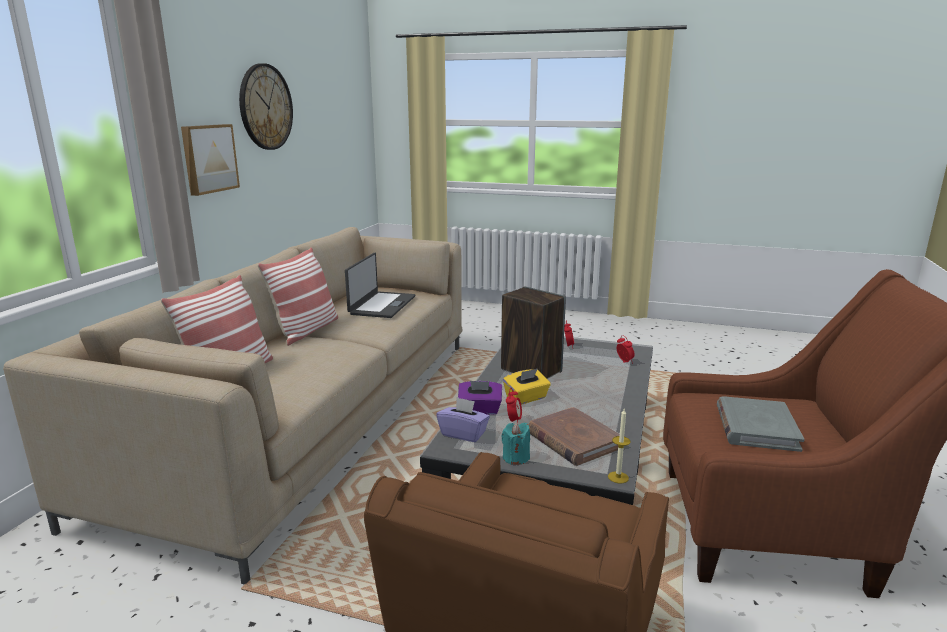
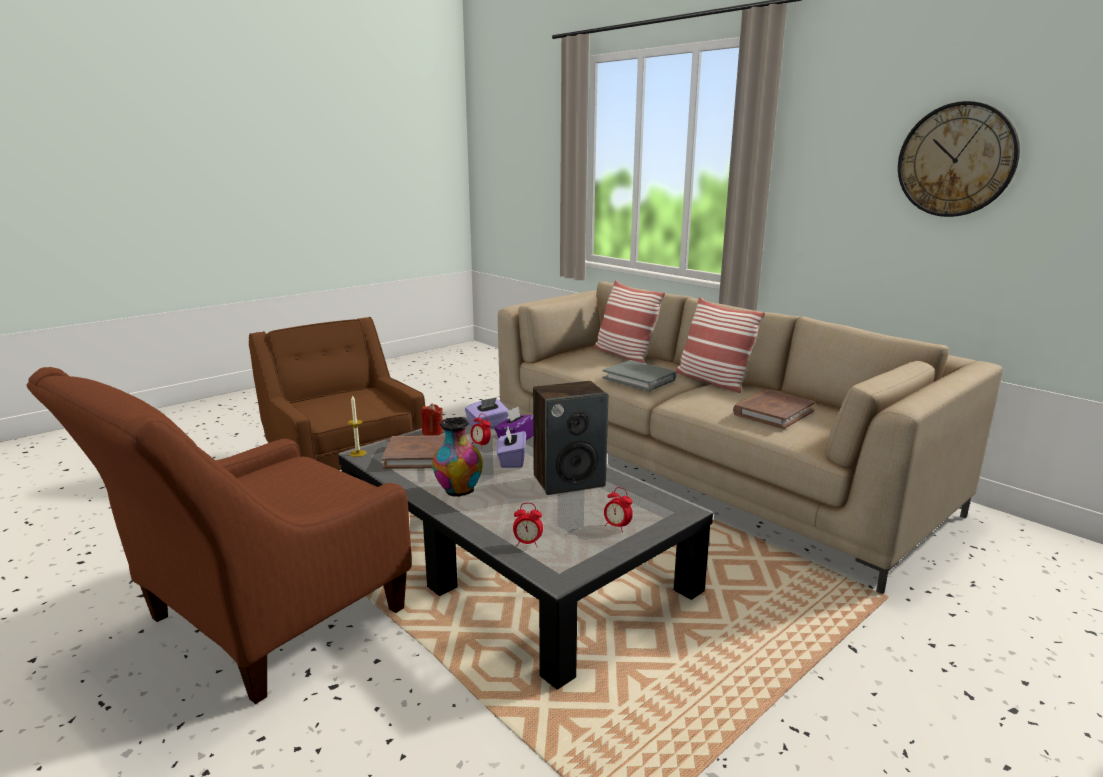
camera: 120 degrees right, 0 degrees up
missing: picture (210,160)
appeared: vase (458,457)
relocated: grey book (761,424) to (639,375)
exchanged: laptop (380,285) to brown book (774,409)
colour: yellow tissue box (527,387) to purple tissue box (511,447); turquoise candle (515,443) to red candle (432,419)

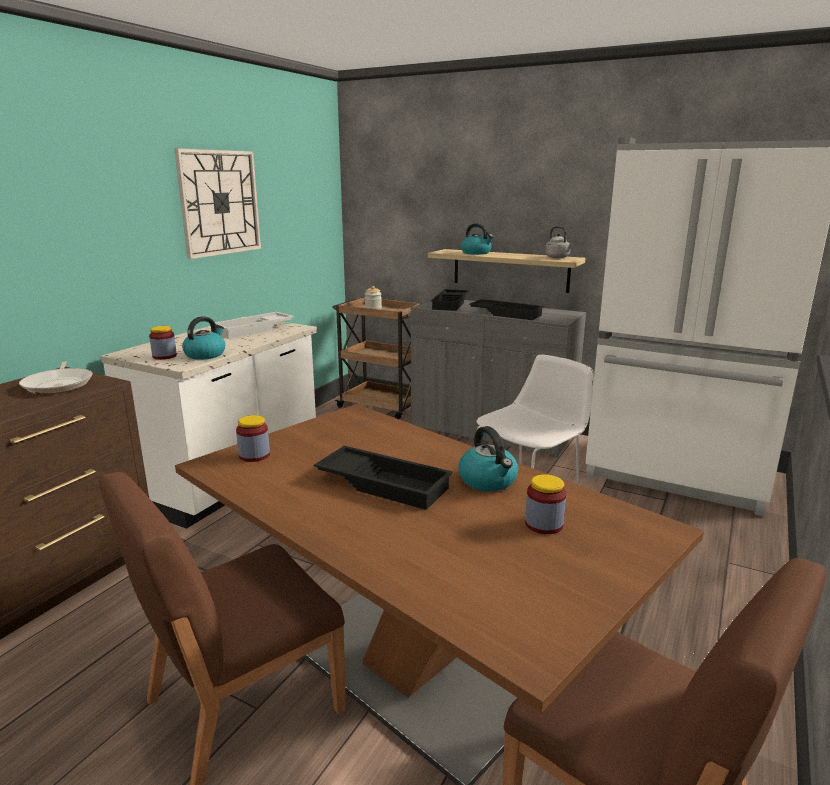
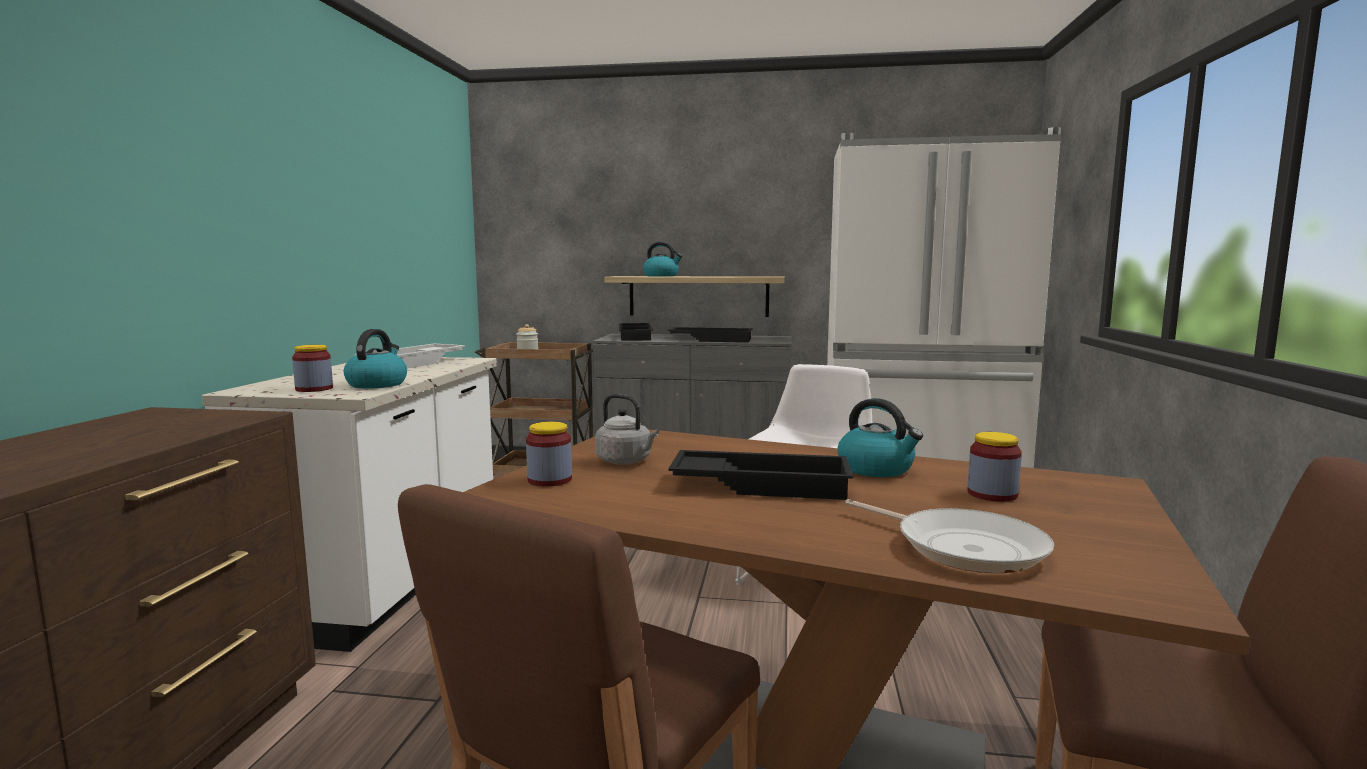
camera: 20 degrees left, 10 degrees down
missing: wall clock (217,203)
relocated: grey kettle (559,242) to (627,429); frying pan (56,377) to (949,536)

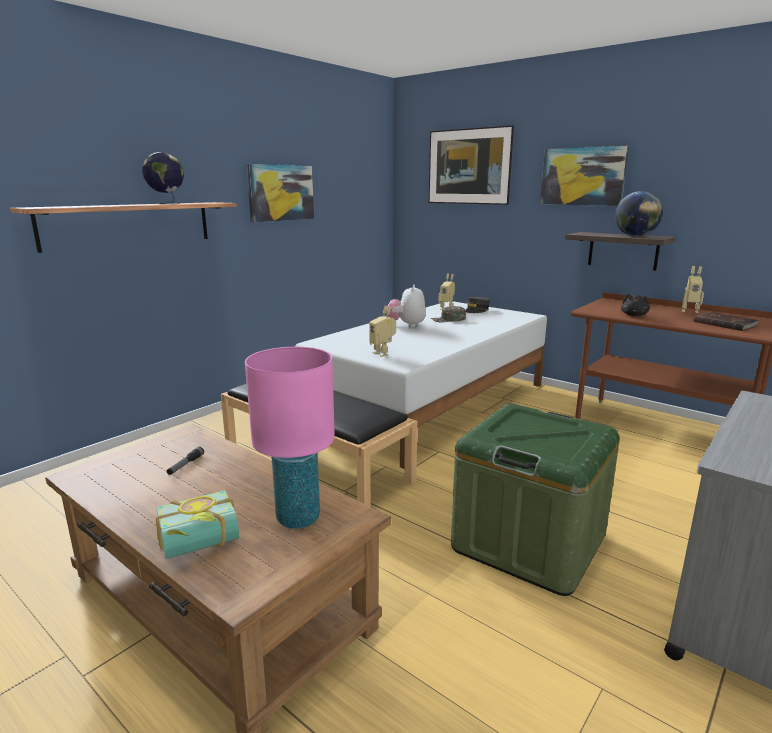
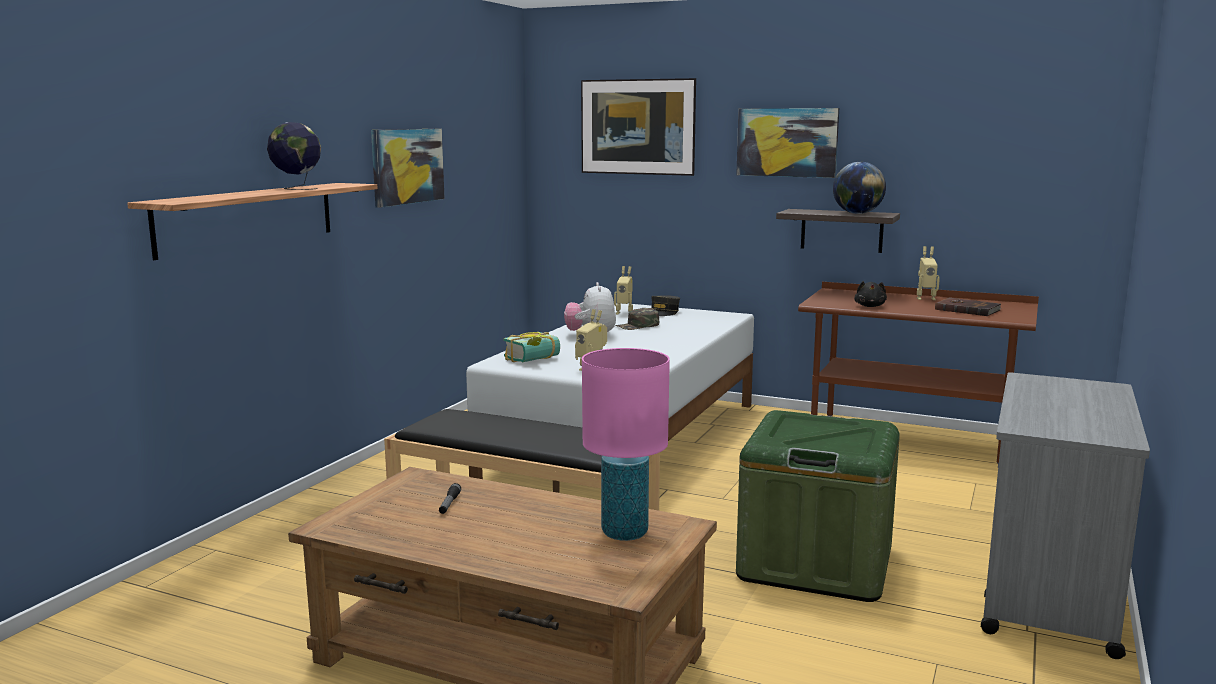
camera: 15 degrees left, 5 degrees down
relocated: book (197,525) to (532,347)

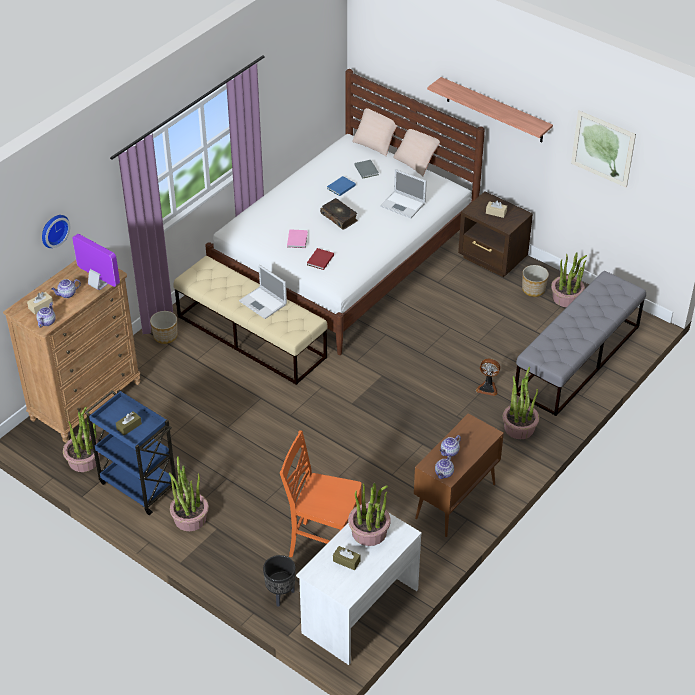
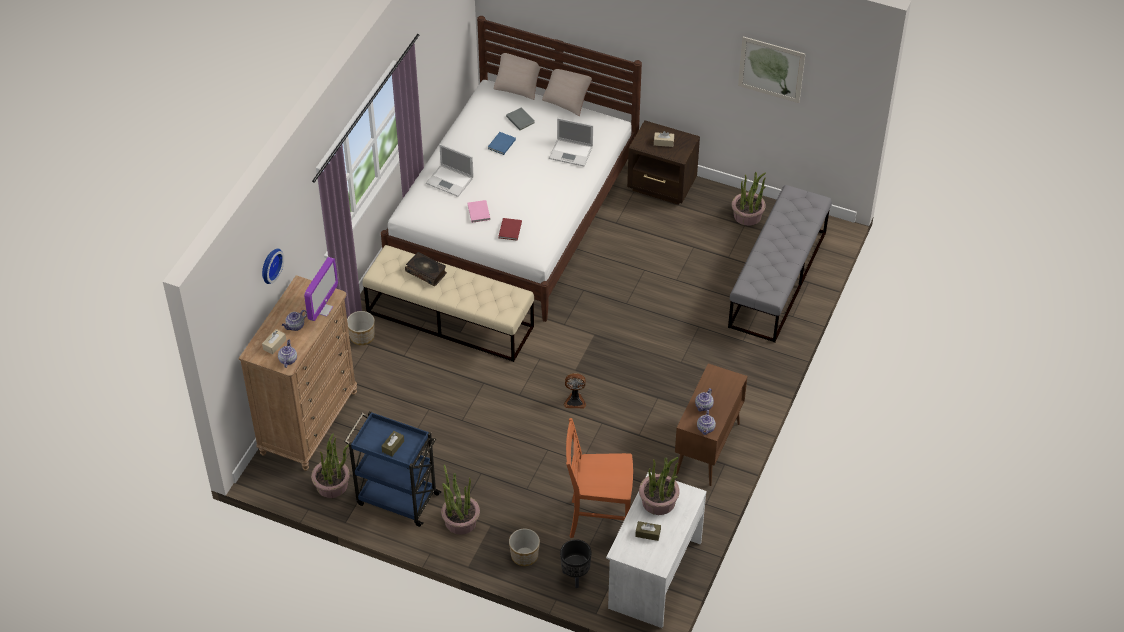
camera: 15 degrees left, 5 degrees up
missing: shelf (490,110); potted plant (521,403)
relocated: book (339,214) to (426,269); laptop (263,292) to (450,170); planter (535,281) to (524,547); fan (488,377) to (575,390)
spun: monitor (96,262) = (321,289) 90 degrees clockwise

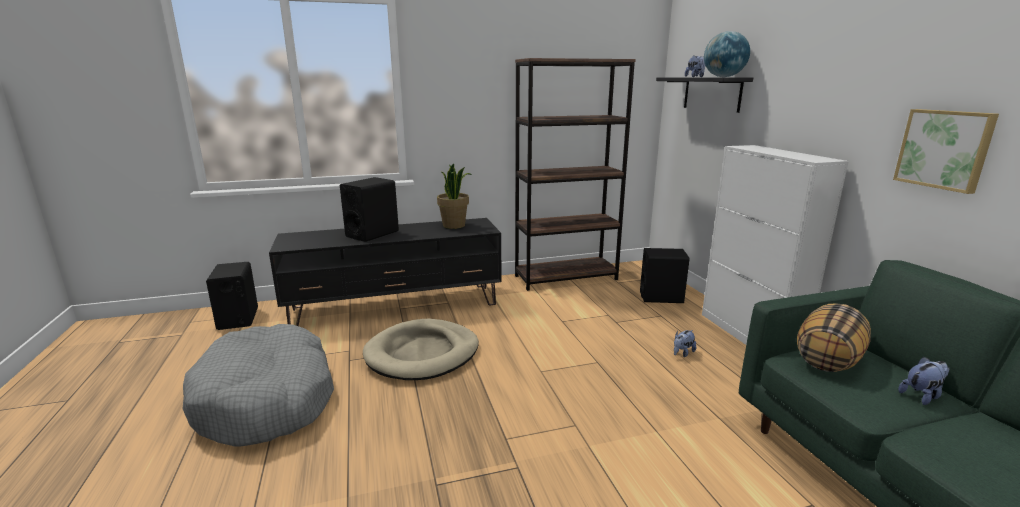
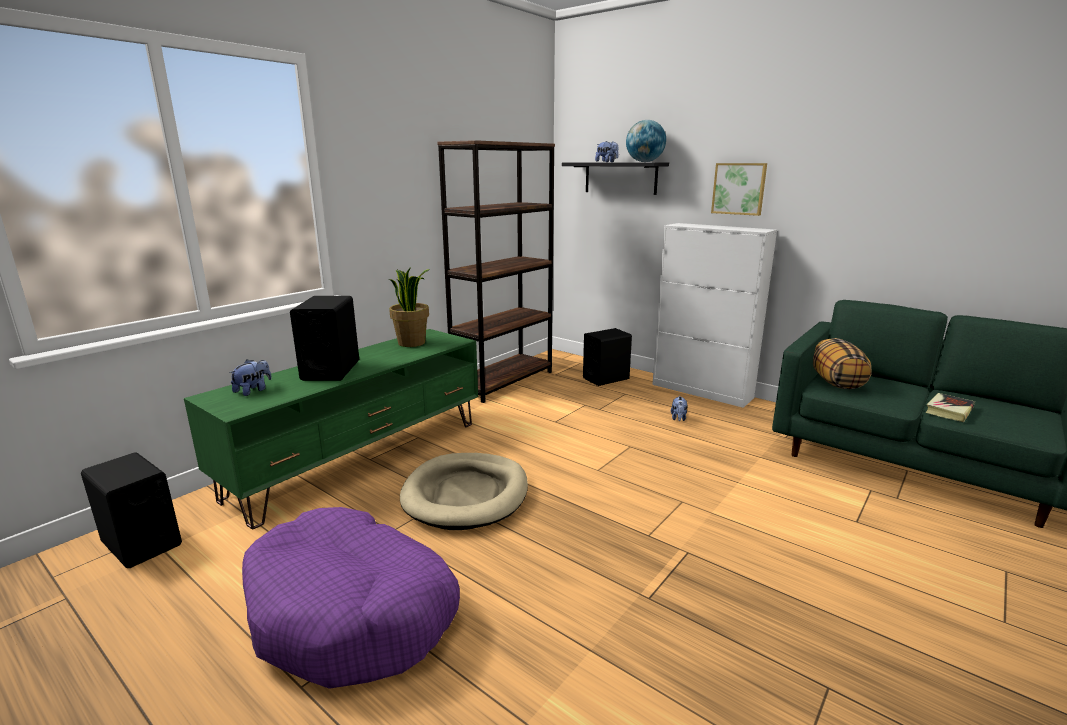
camera: 35 degrees left, 0 degrees up
appeared: book (950,407)
relocated: picture (946,151) to (739,189); plush toy (924,381) to (250,377)
colour: black tv stand (385,272) to green tv stand (331,429); grey dog bed (258,385) to purple dog bed (351,598)

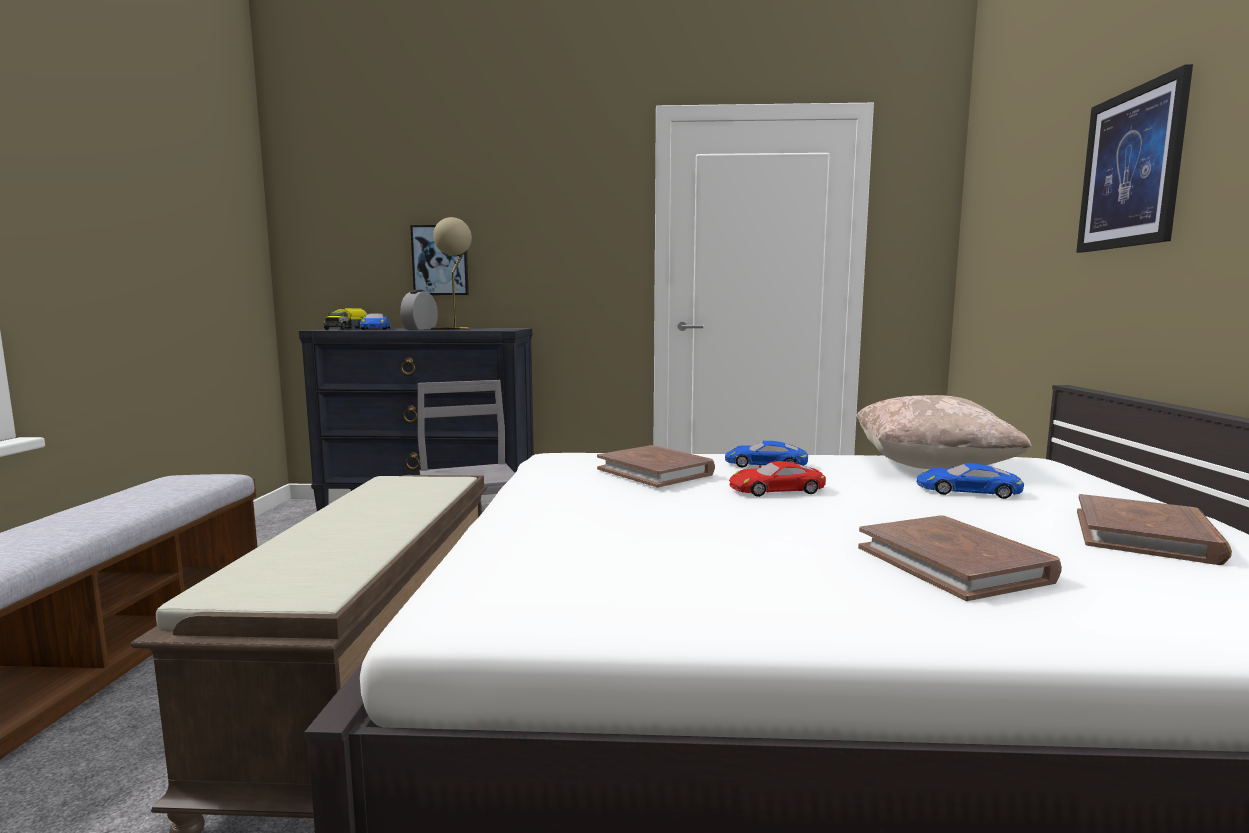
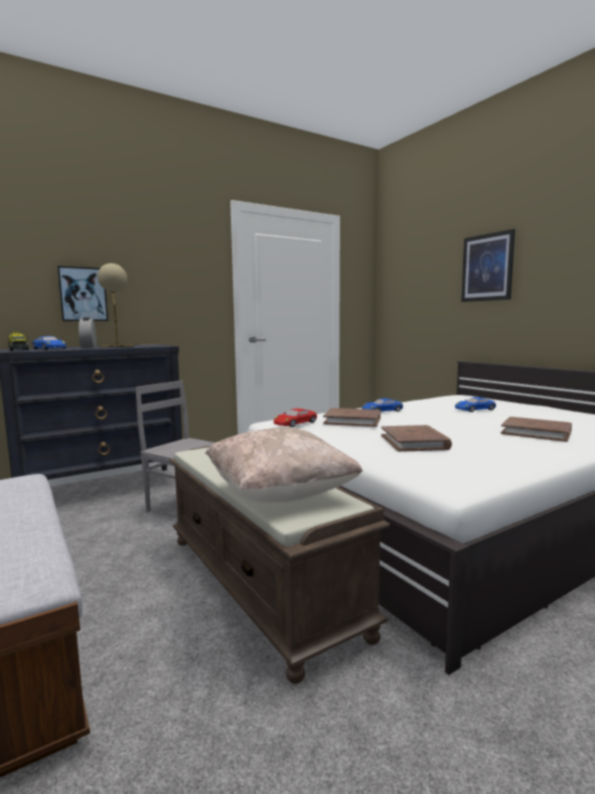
camera: 35 degrees left, 0 degrees up
relocated: beige pillow (944,432) to (284,465); red toy car (777,479) to (295,417); brown book (1154,529) to (416,438)

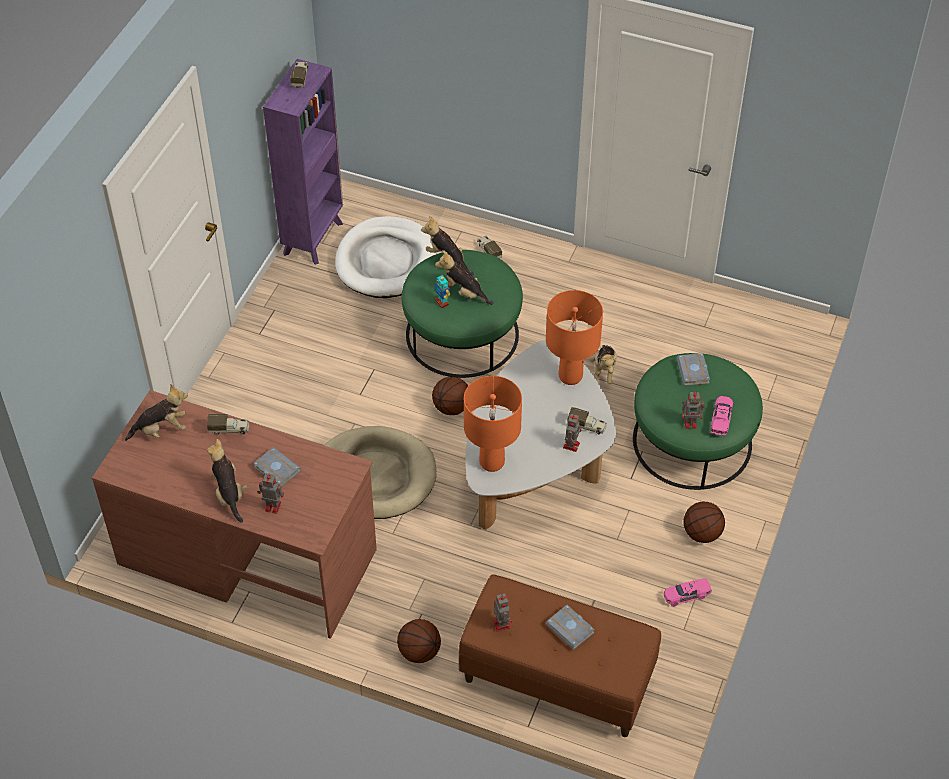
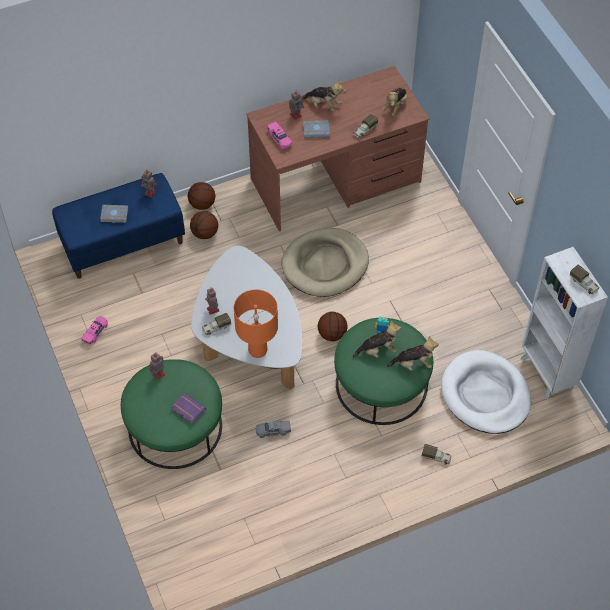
camera: 135 degrees right, 5 degrees up
missing: orange table lamp (493,424)
relocated: pink toy car (722,416) to (279,136); basketball (704,522) to (204,225)
exchanged: plush toy (603,364) to grey toy car (273,429)
colour: purple bookcase (303,162) to white bookcase (564,323); grey book (693,369) to purple book (188,408); brown bench (560,655) to blue bench (118,226)

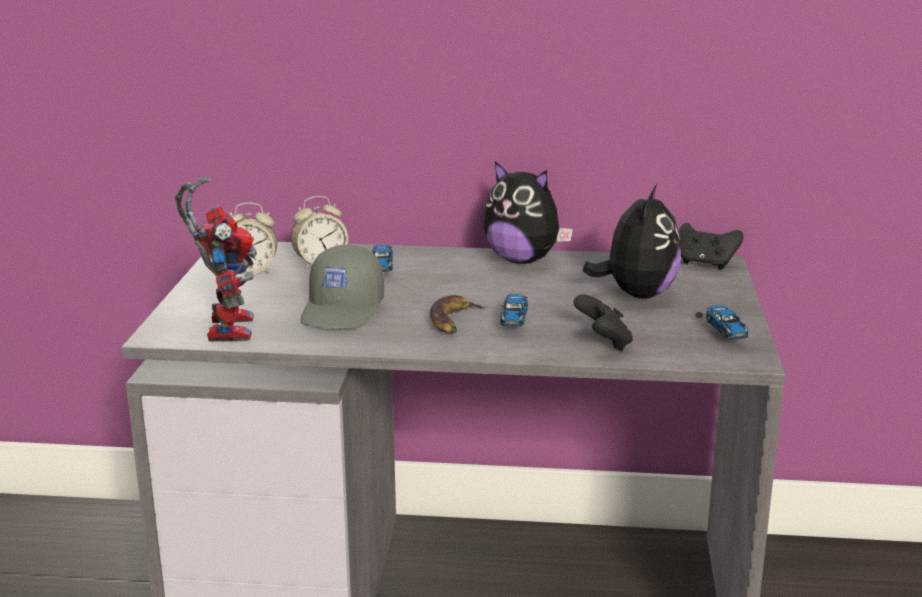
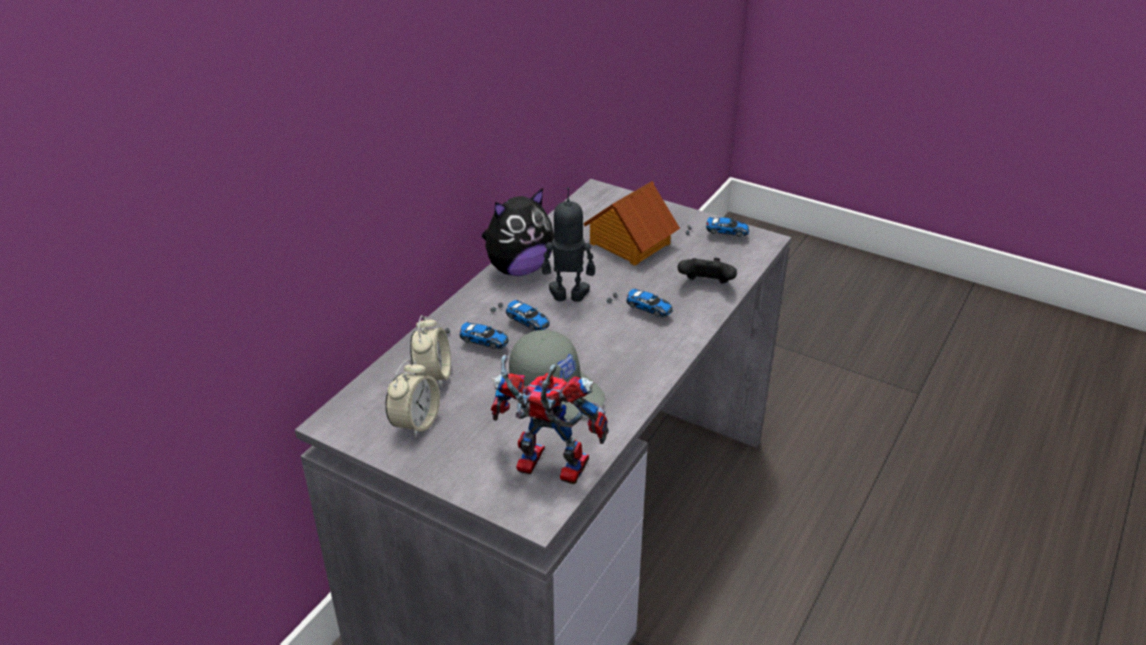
camera: 65 degrees left, 15 degrees up
missing: black game controller (711,246); banana (458,314)
appeared: toy robot (568,244); toy car (520,315)
exchanged: plush toy (632,241) to toy house (631,223)

